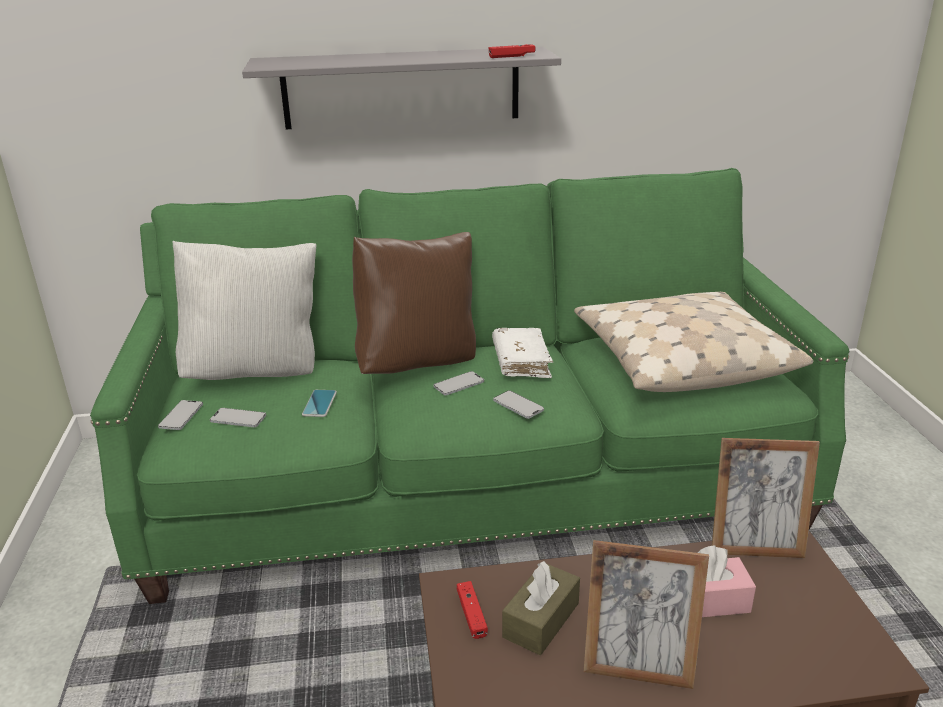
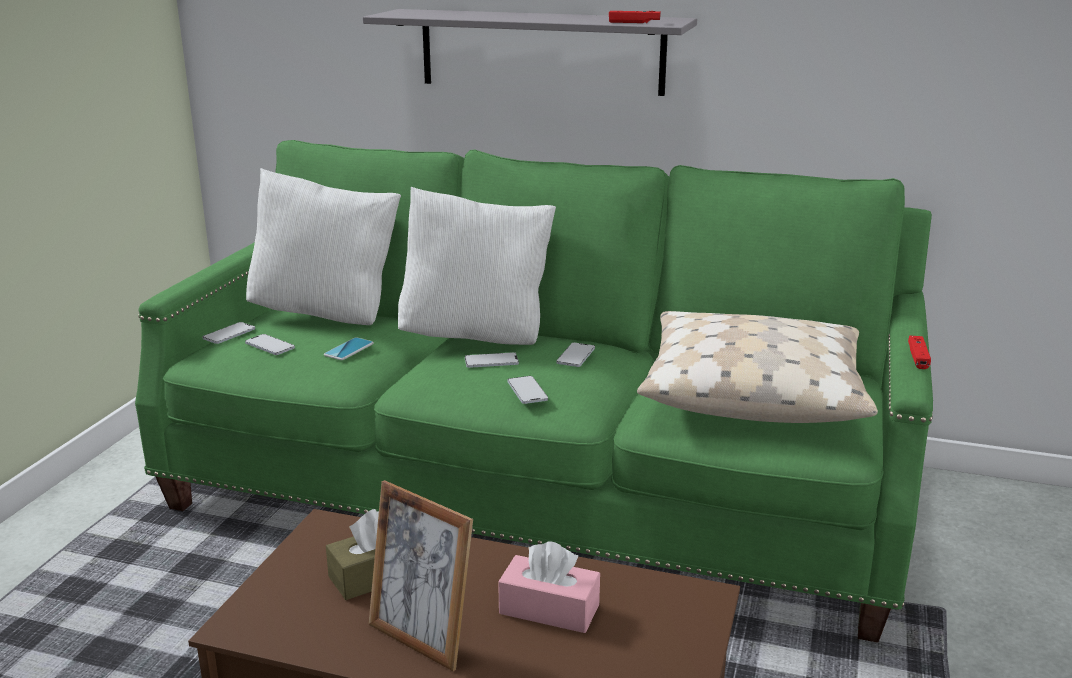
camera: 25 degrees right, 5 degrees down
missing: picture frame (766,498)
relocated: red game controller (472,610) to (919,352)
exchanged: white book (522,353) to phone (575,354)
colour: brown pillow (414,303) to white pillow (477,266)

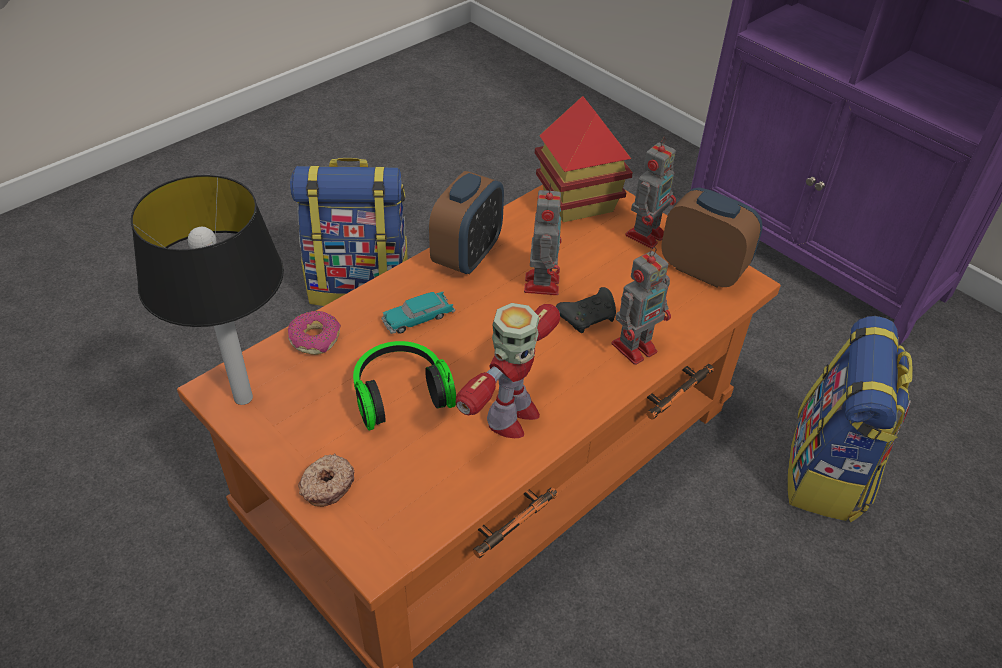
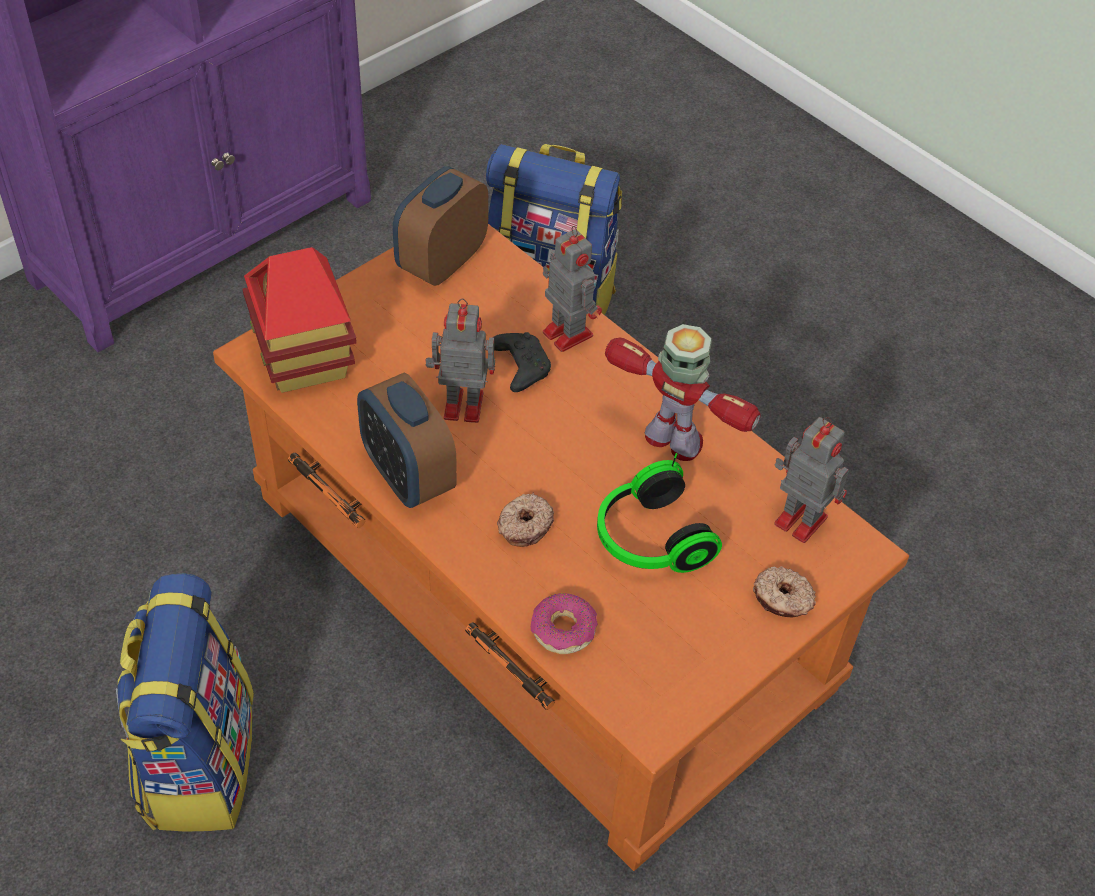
camera: 90 degrees left, 5 degrees up
missing: table lamp (207,290)
relocated: toy robot (651,193) to (811,480)
exchanged: toy car (418,312) to donut (525,520)
spun: alarm clock (466,222) = (407,440) 150 degrees counterclockwise

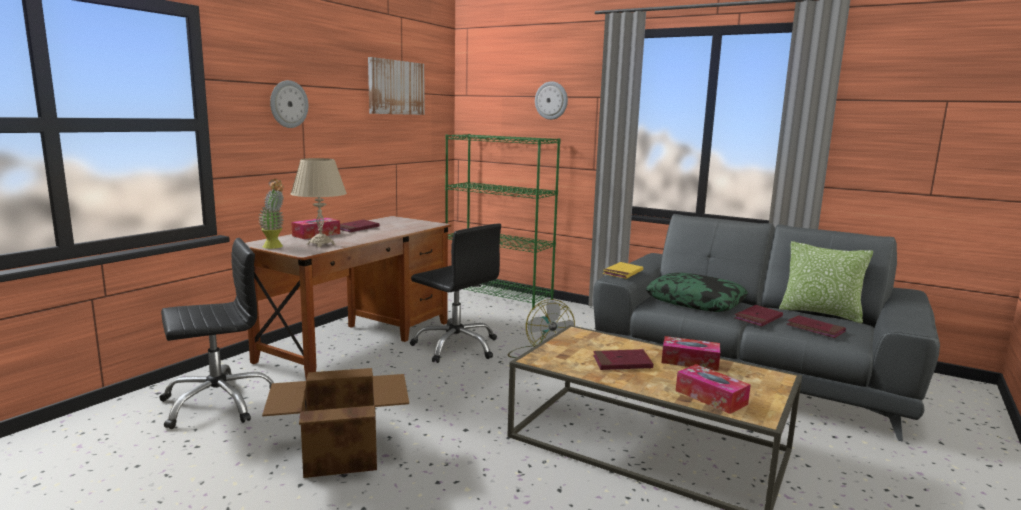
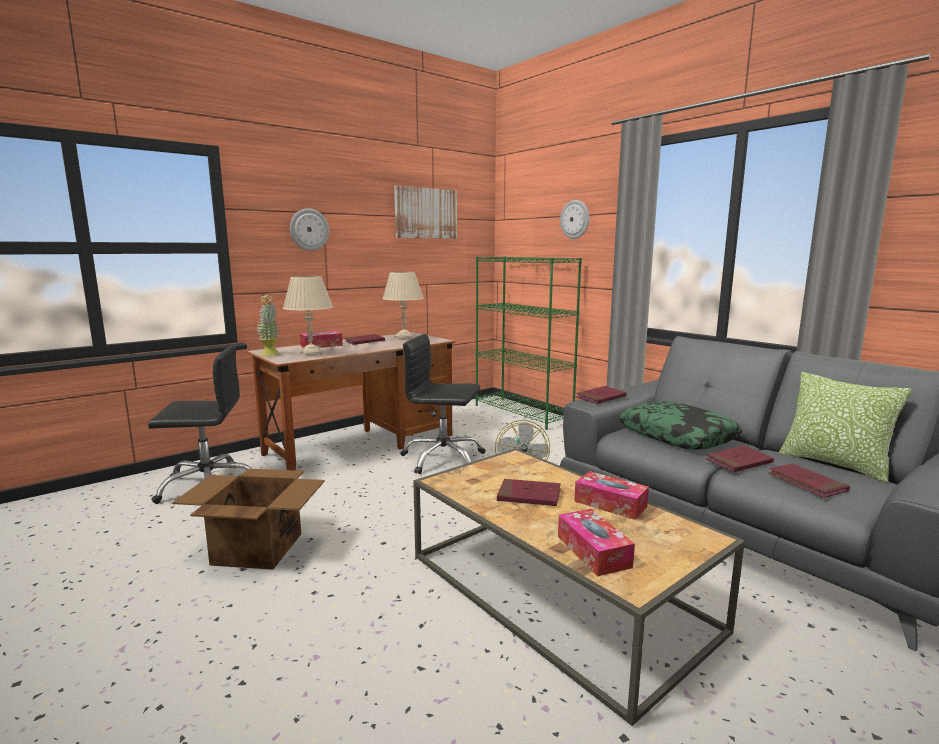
camera: 20 degrees right, 0 degrees up
appeared: beige table lamp (403,306)
colour: yellow book (623,270) to red book (601,395)
spun: black office chair (455,293) = (442,404) 135 degrees clockwise

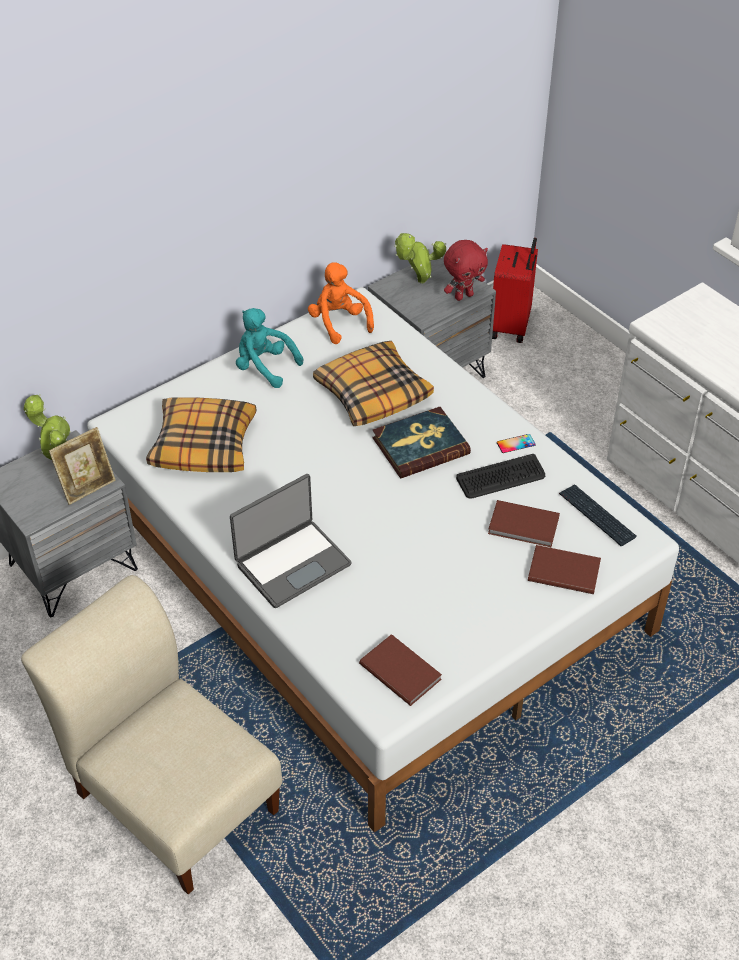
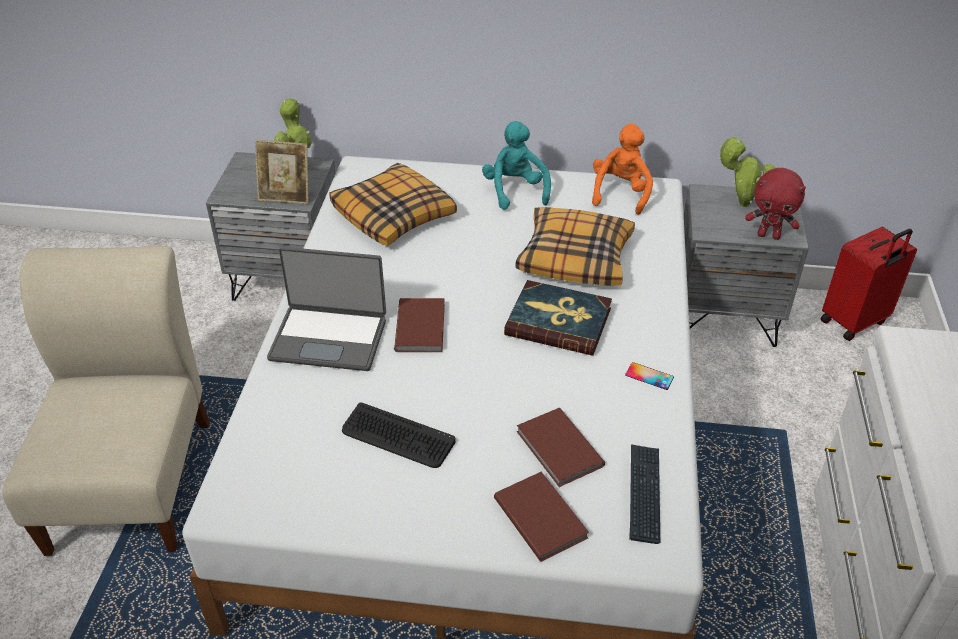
camera: 45 degrees right, 5 degrees down
relocated: keyboard (500,476) to (399,435); brown book (400,670) to (419,325)

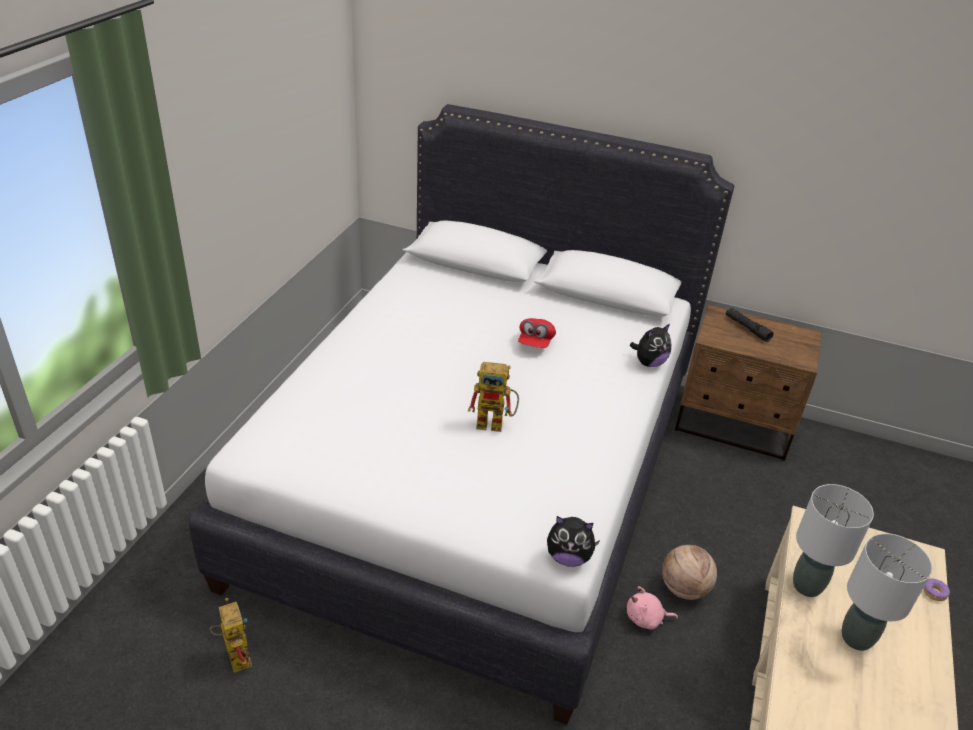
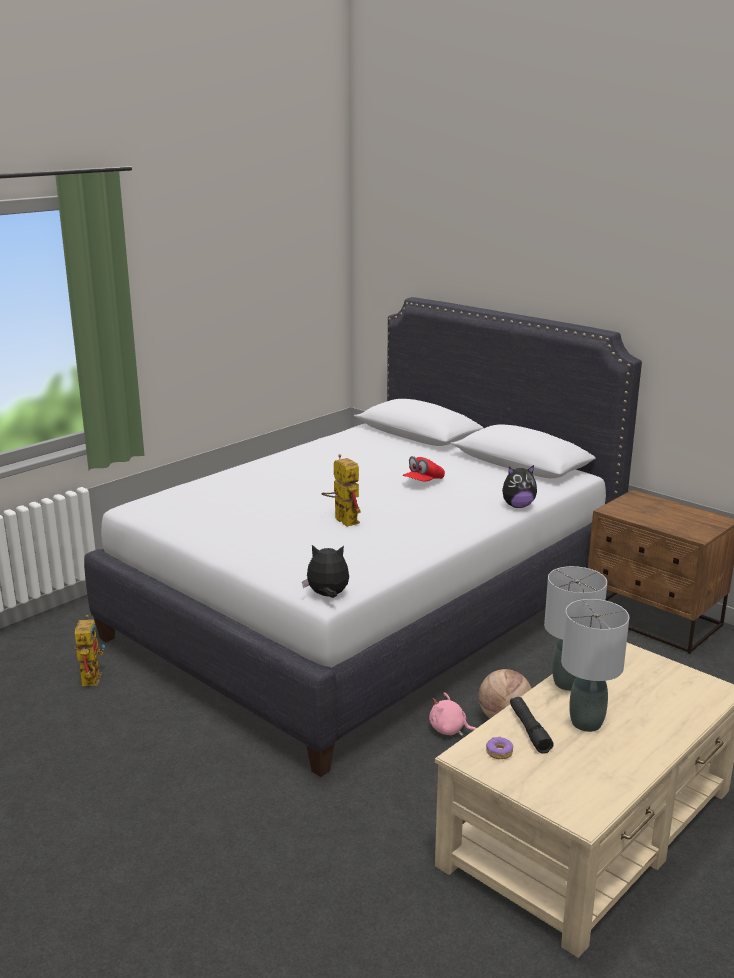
camera: 25 degrees right, 15 degrees down
relocated: black flashlight (750,325) to (532,725); donut (936,589) to (499,748)
spun: toy robot (493,397) = (341,490) 150 degrees counterclockwise; plush toy (573,541) = (325,571) 150 degrees clockwise

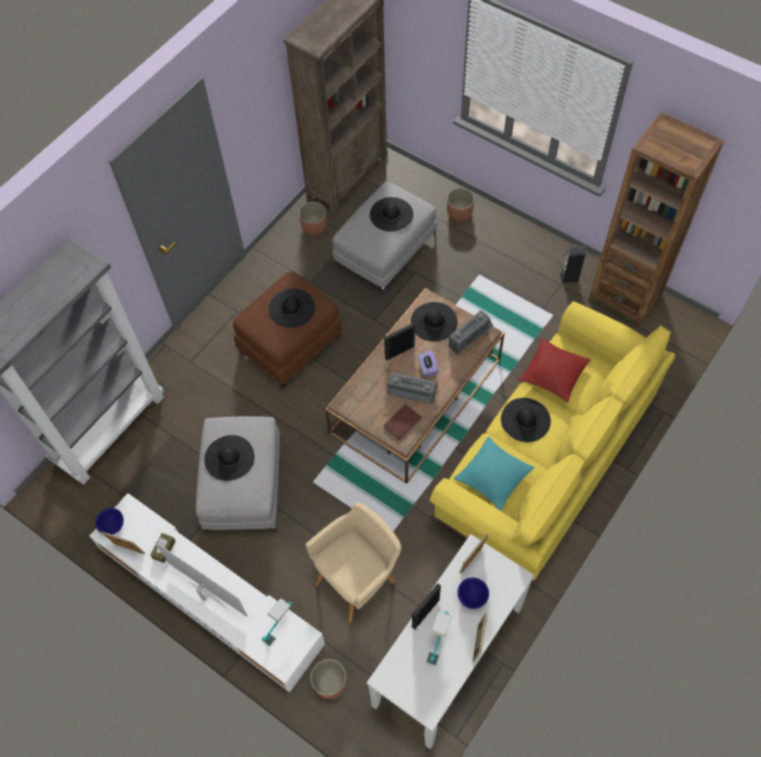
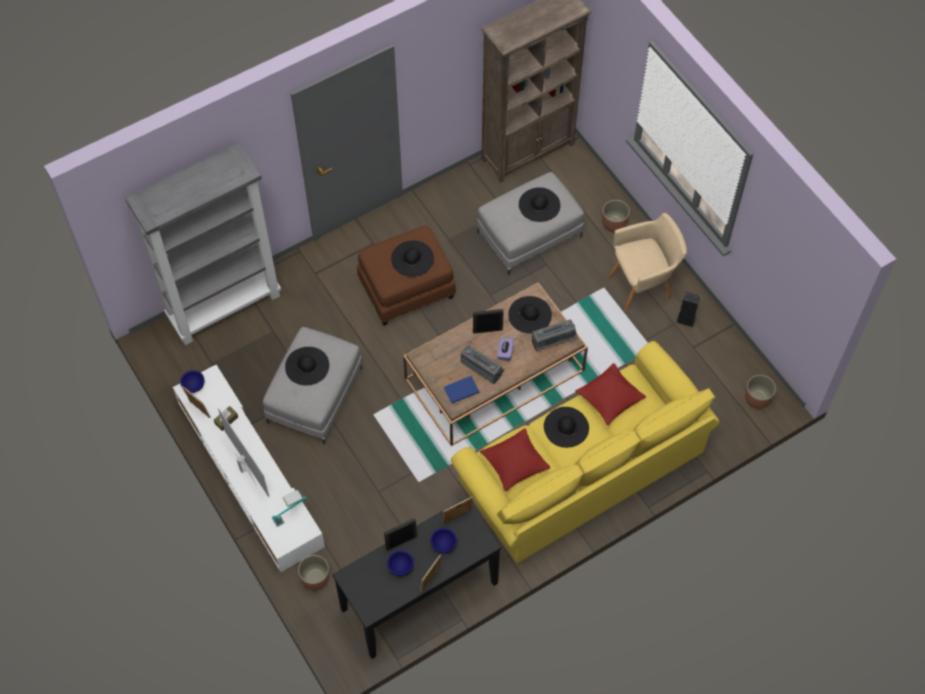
camera: 20 degrees right, 0 degrees up
missing: brown bookcase (656,219)
relocated: planter (313,218) to (760,392); beige armchair (353,562) to (647,262)
exchanged: table lamp (439,638) to blue bowl (400,563)
colour: brown book (402,422) to blue book (461,389); turquoise pillow (494,474) to red pillow (515,459); white console table (450,641) to black console table (416,578)

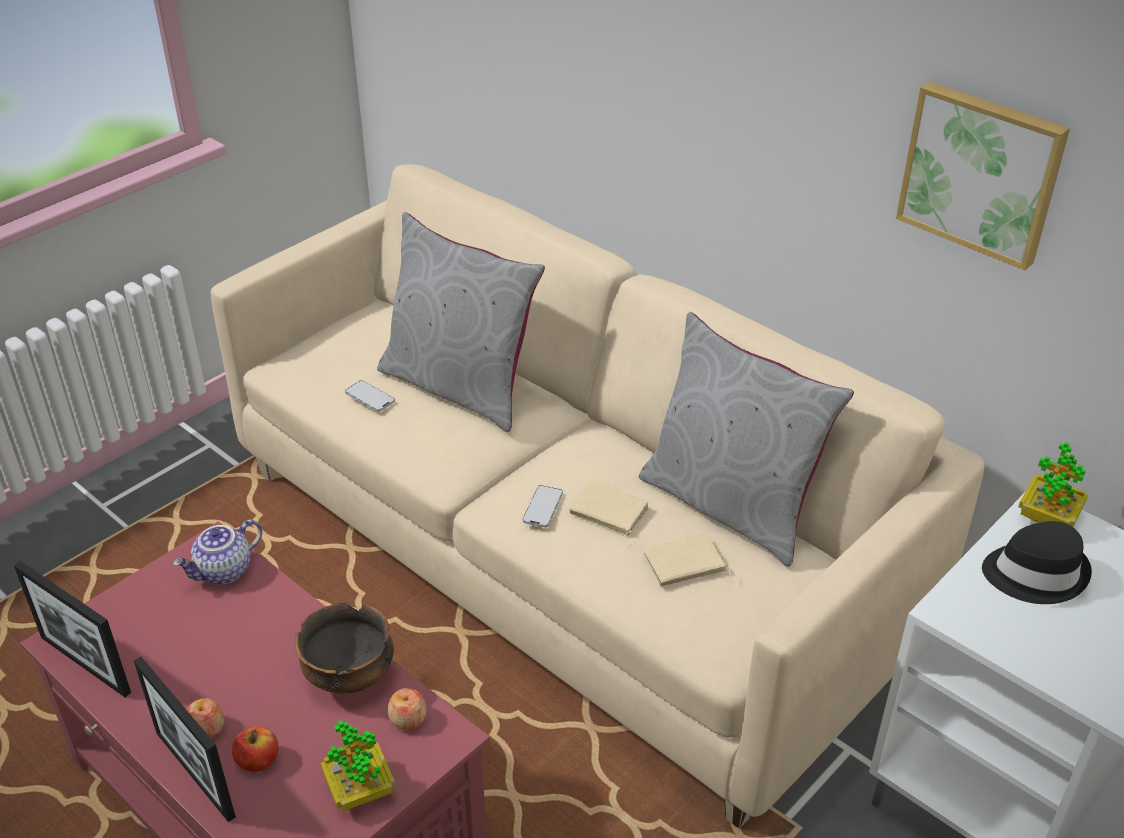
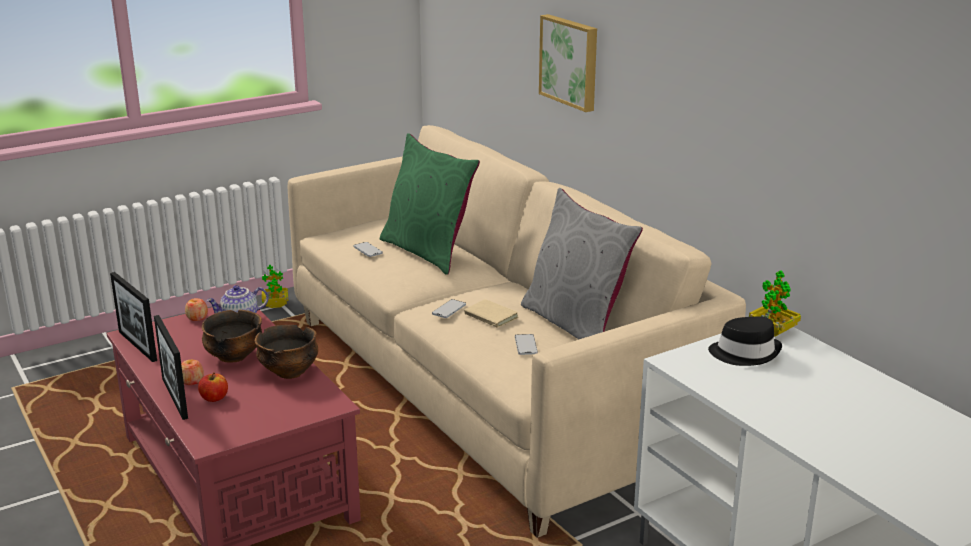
camera: 15 degrees right, 15 degrees down
appeared: bowl (231,336)
relocated: picture (983,176) to (568,63); apple (407,709) to (196,309); potted plant (358,766) to (275,286)
exchanged: beige book (687,560) to phone (526,344)
colour: grey pillow (461,322) to green pillow (430,204)

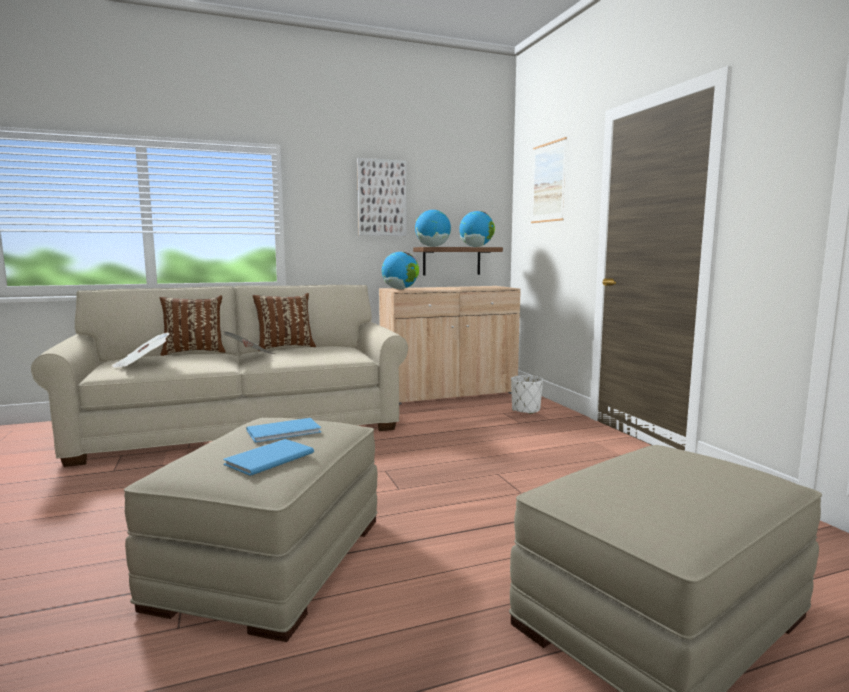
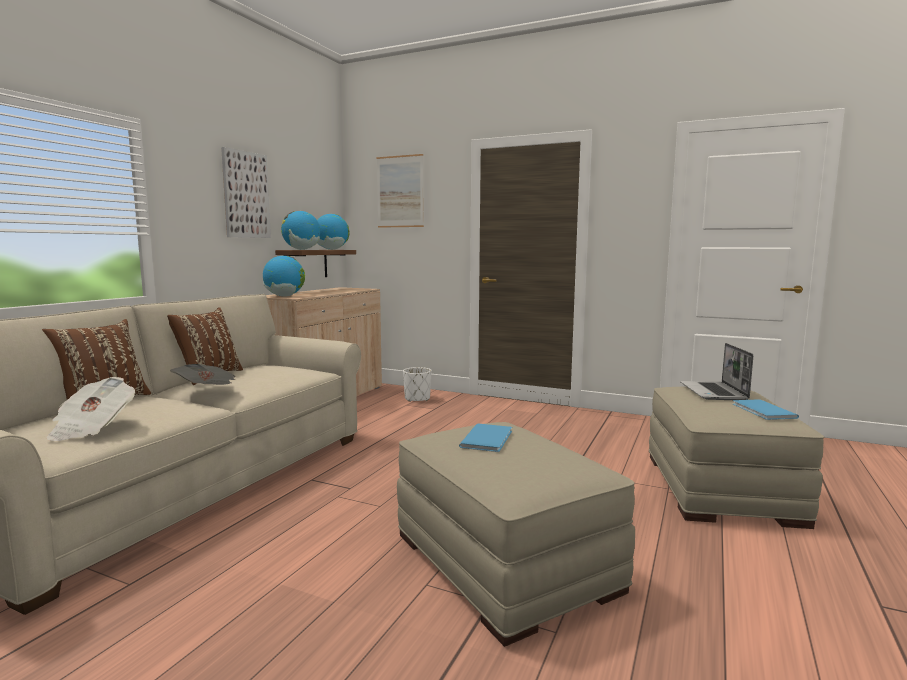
camera: 45 degrees left, 0 degrees up
appeared: laptop (716,371)
relocated: blue book (268,457) to (766,409)

